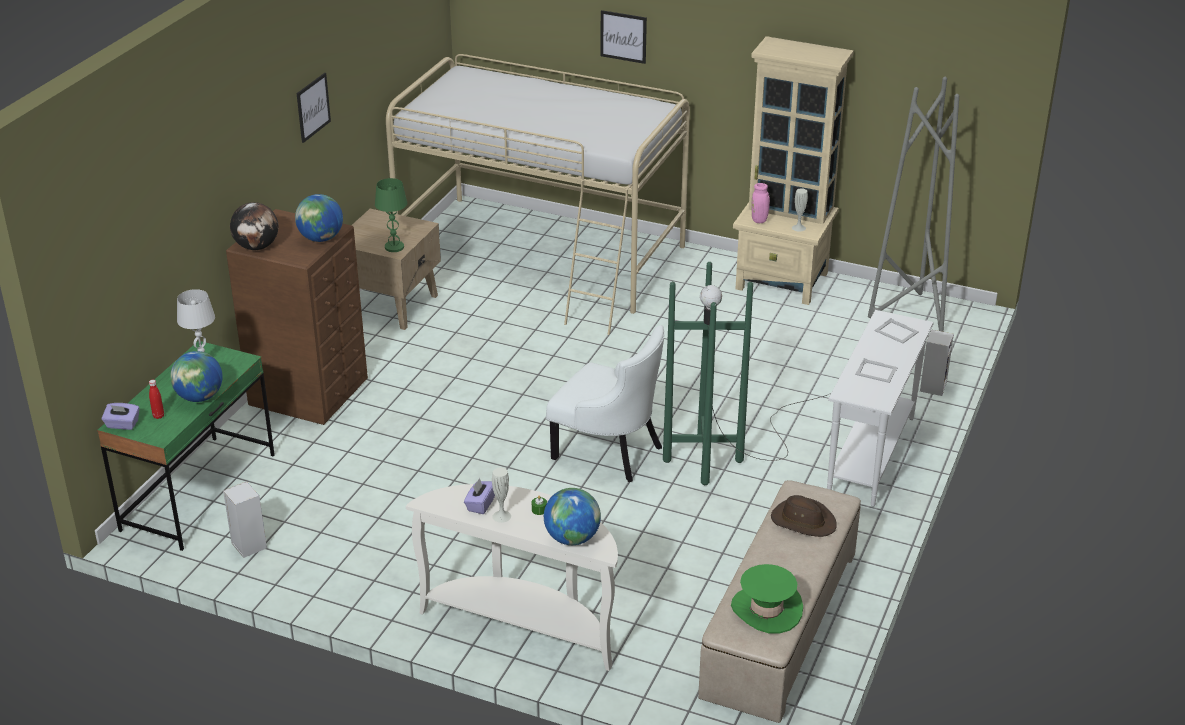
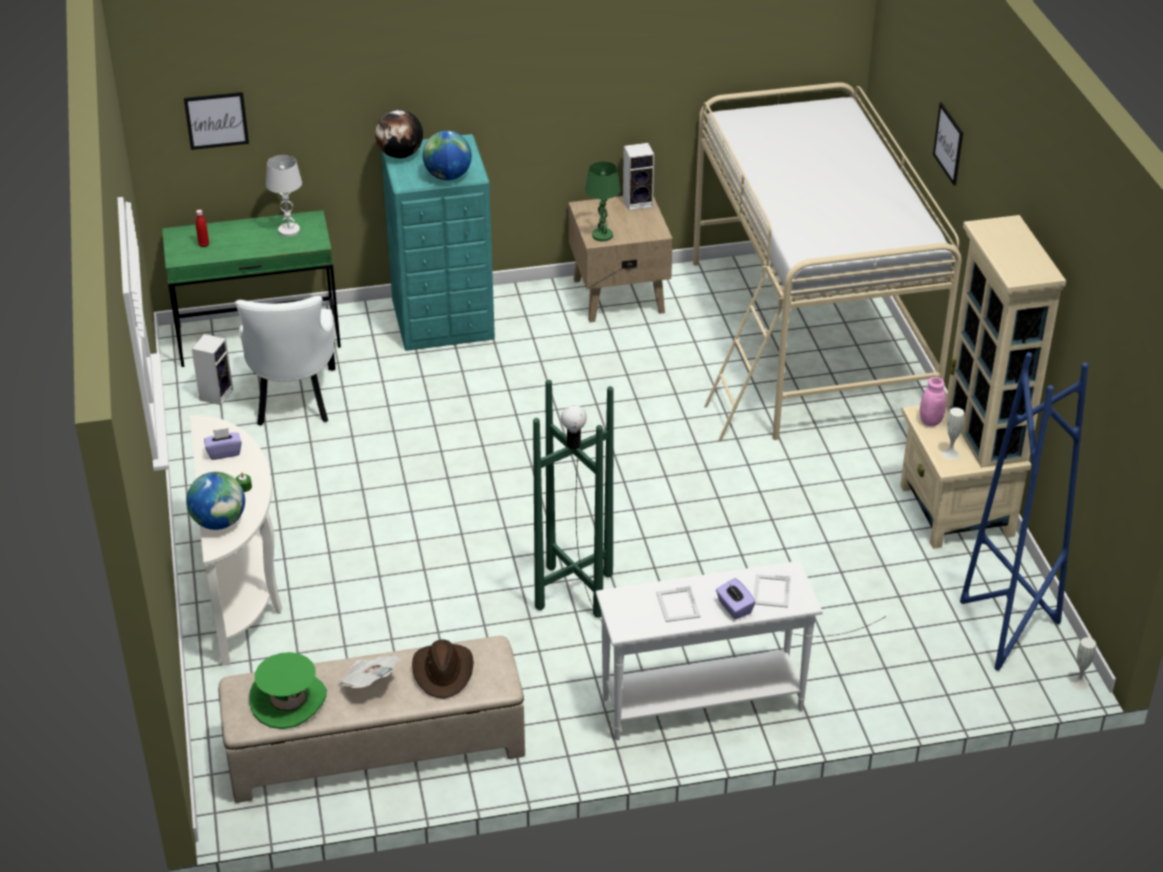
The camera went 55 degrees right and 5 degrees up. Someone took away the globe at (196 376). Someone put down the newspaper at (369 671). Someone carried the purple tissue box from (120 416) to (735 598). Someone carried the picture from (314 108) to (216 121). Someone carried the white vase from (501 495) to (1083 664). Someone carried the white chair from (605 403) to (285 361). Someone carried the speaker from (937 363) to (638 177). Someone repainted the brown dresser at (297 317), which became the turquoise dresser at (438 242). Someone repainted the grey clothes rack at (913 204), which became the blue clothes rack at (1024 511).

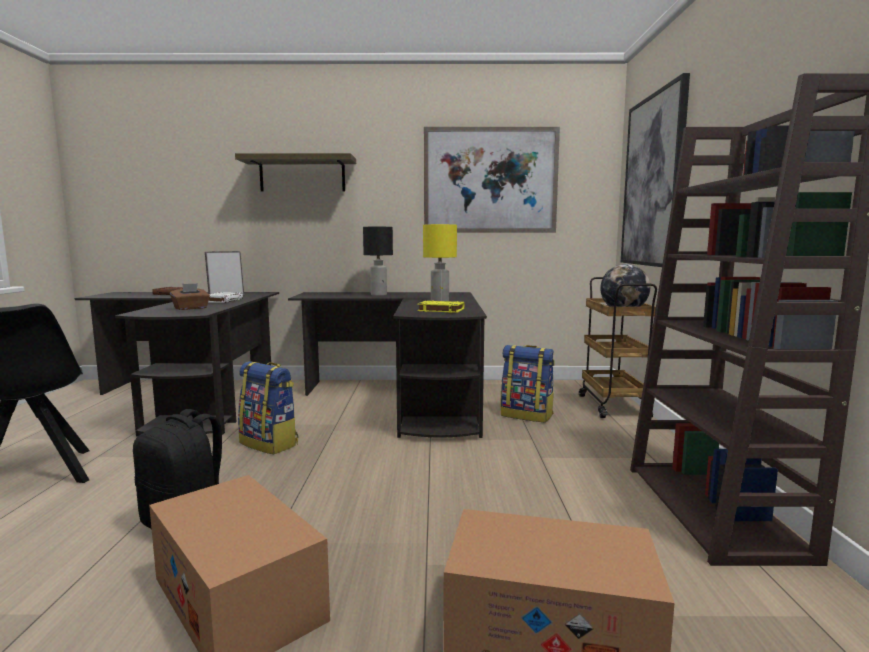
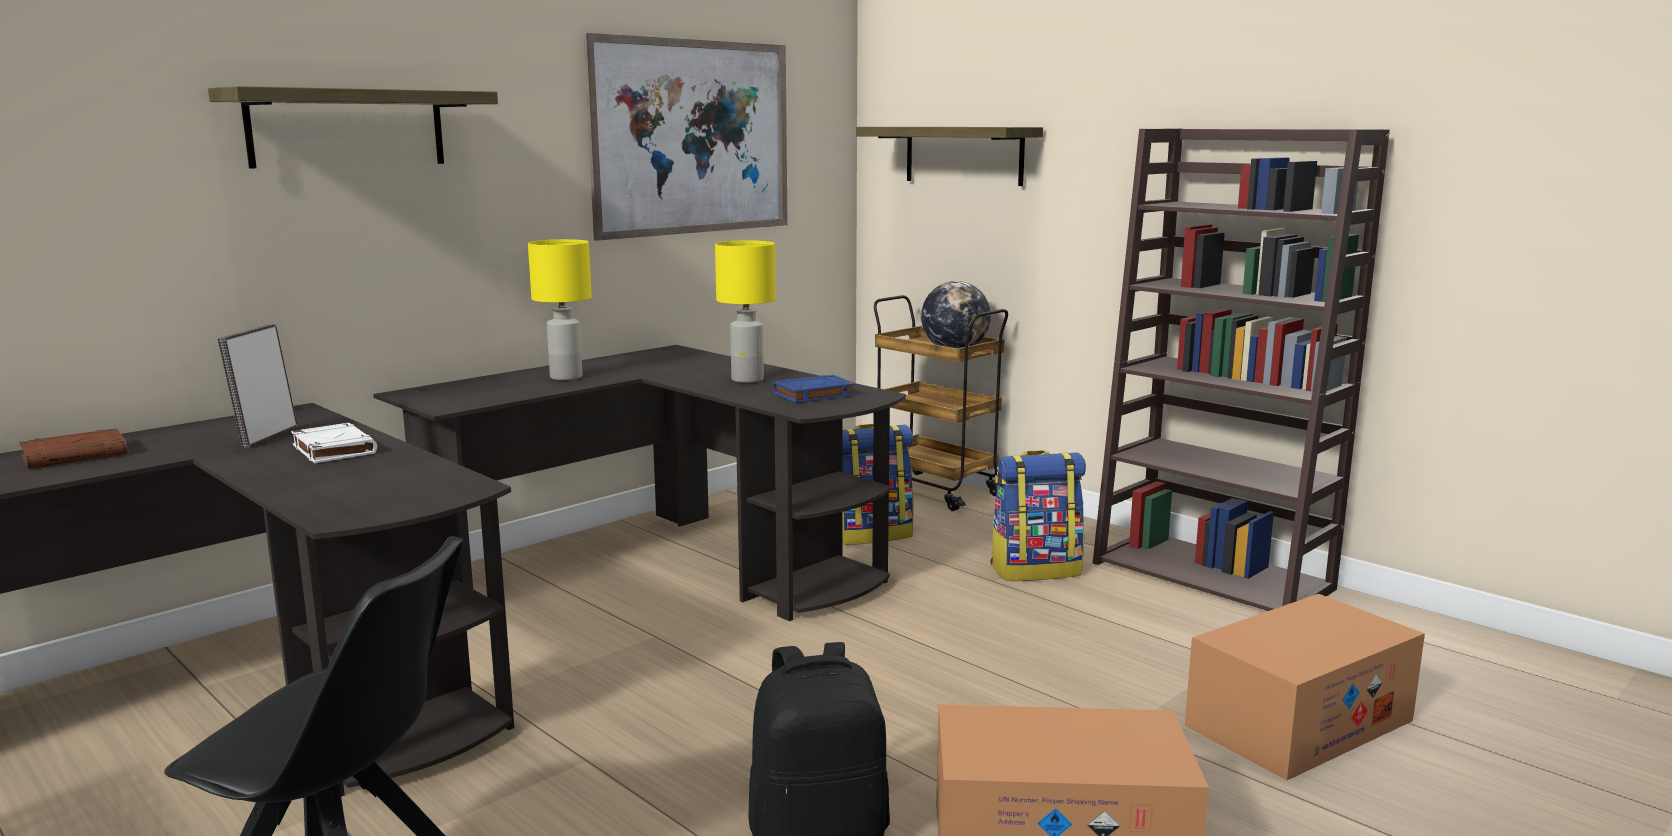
The camera went 45 degrees left and 5 degrees up. Someone took away the brown tissue box at (190 296). Someone carried the backpack from (268 407) to (1038 515). Someone swapped the picture at (655 170) for the shelf at (949 156). Someone repainted the black table lamp at (378 261), which became the yellow table lamp at (560 309). Someone repainted the yellow book at (440 306), which became the blue book at (814 389).

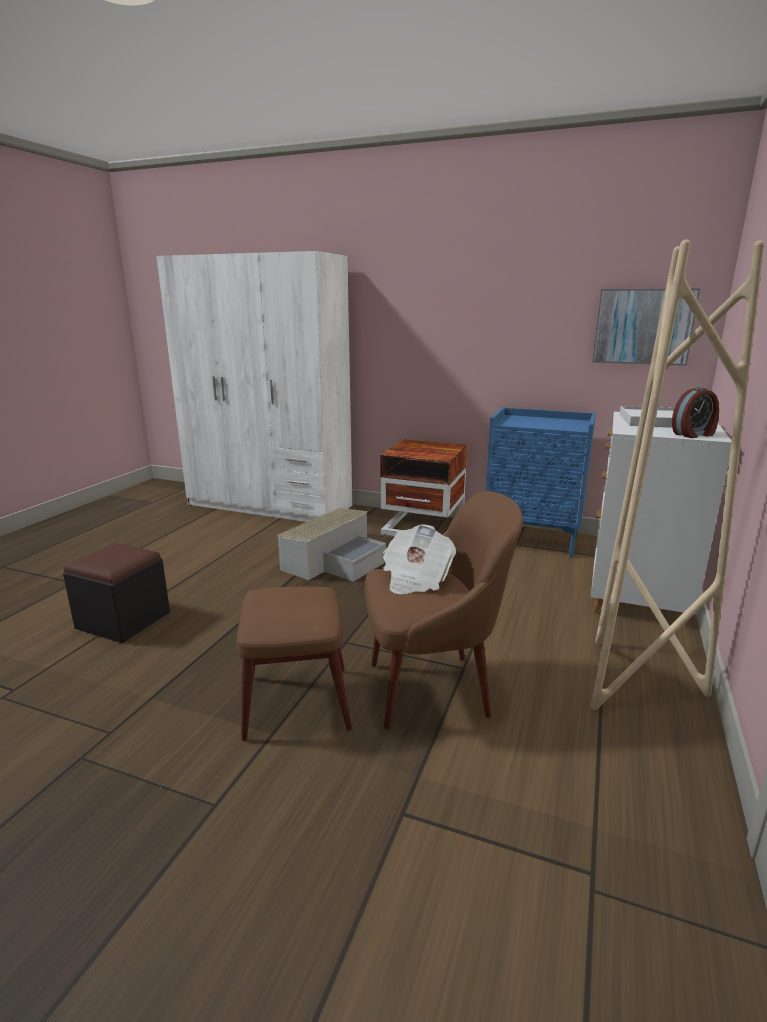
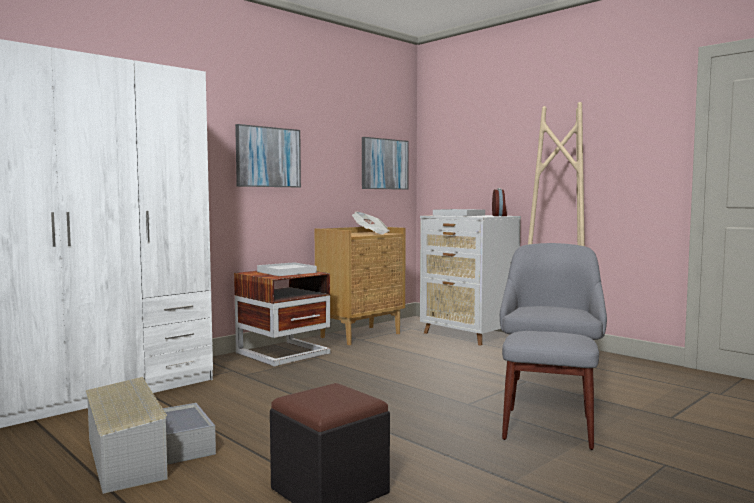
The camera went 65 degrees left and 15 degrees down. Someone put up the picture at (268 155). Someone put down the white tray at (287 269). Someone carried the grey storage box from (331 545) to (151 435). Someone carried the newspaper from (419 559) to (371 223). Someone repainted the brown armchair at (380 616), which became the grey armchair at (553 346). Someone repainted the blue cabinet at (541 482), which became the brown cabinet at (360 286).

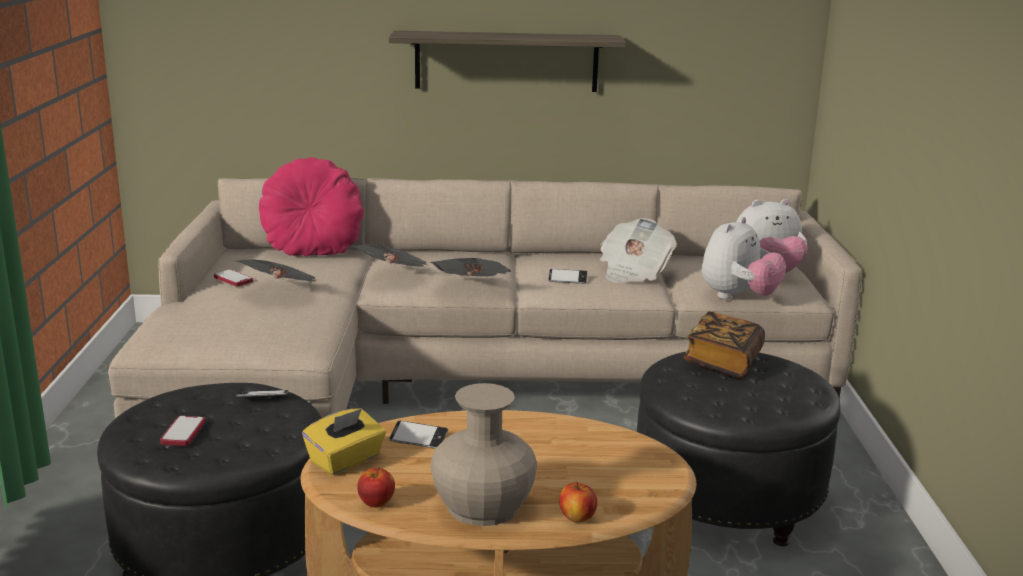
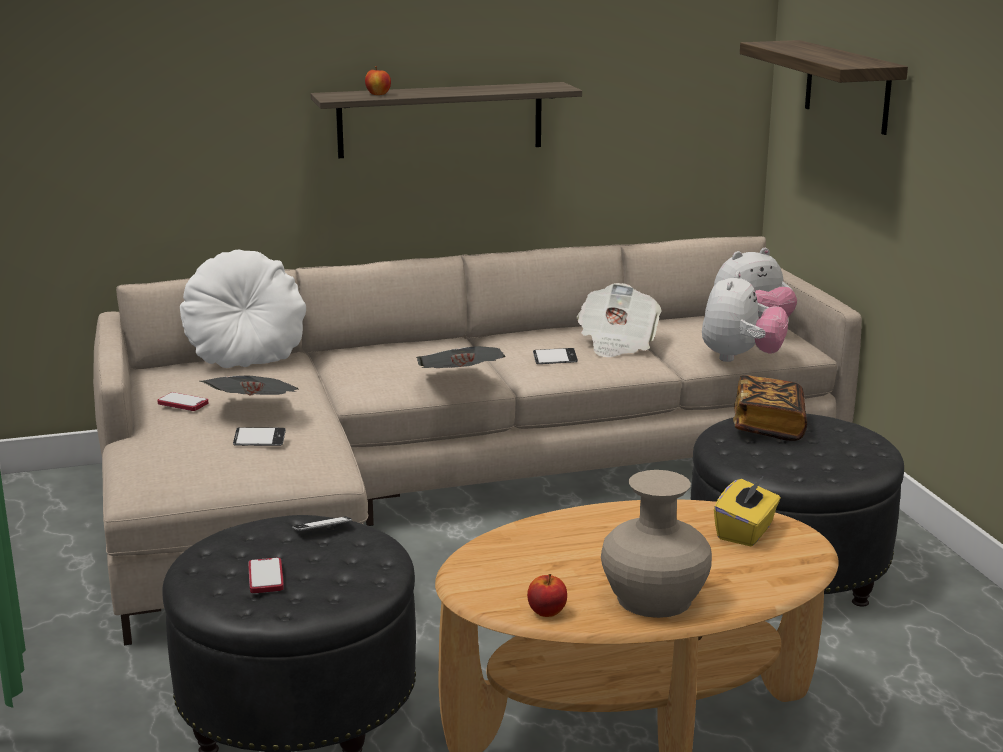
The camera went 15 degrees left and 0 degrees up. Someone took away the newspaper at (388 256). Someone put up the shelf at (824 87). Someone carried the yellow tissue box from (344 441) to (747 511). Someone carried the phone from (418 434) to (259 436). Someone carried the apple from (578 501) to (378 80). Someone repainted the pink pillow at (311 206), which became the white pillow at (243 309).

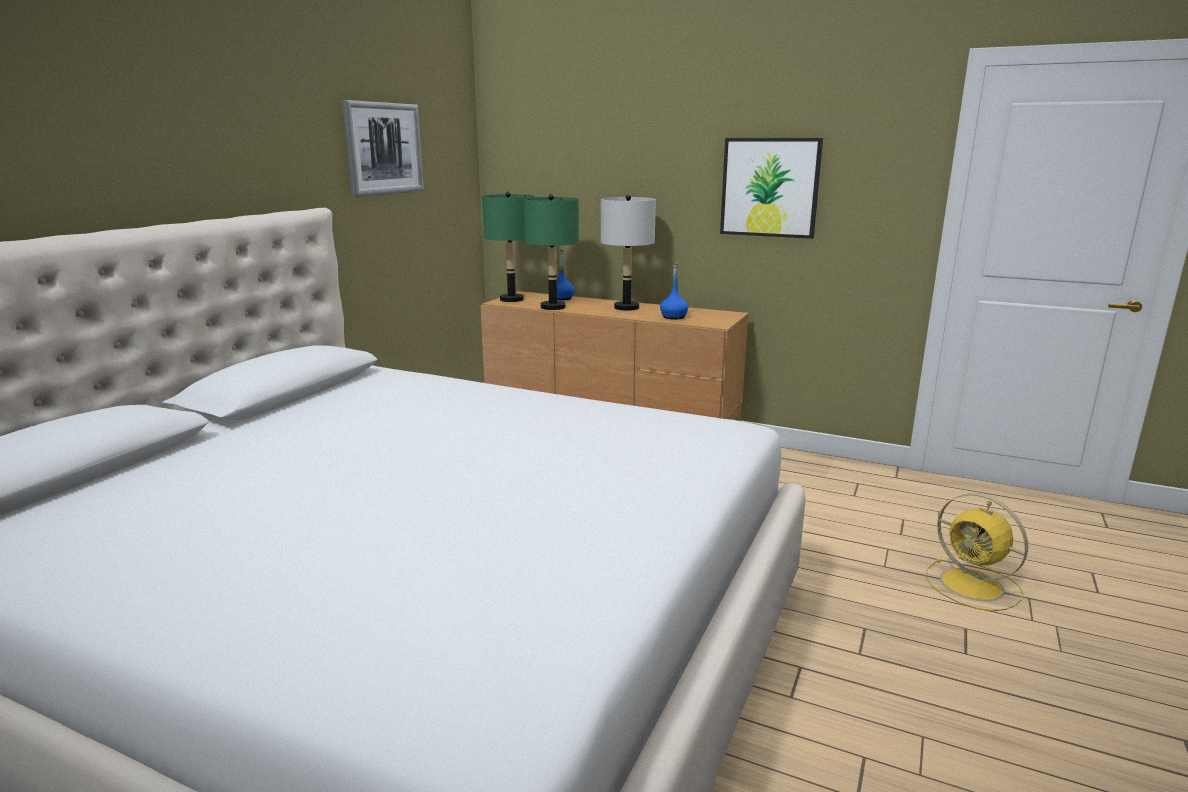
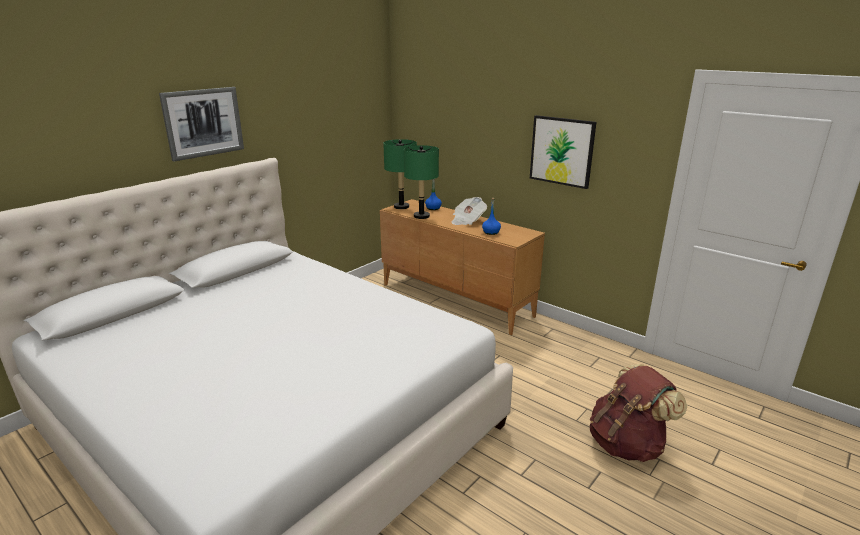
The camera went 15 degrees right and 5 degrees up. Someone carried the picture from (383 148) to (201 124). Someone swapped the grey table lamp at (628 252) for the newspaper at (469 211). Someone swapped the yellow fan at (976 552) for the brown backpack at (638 413).

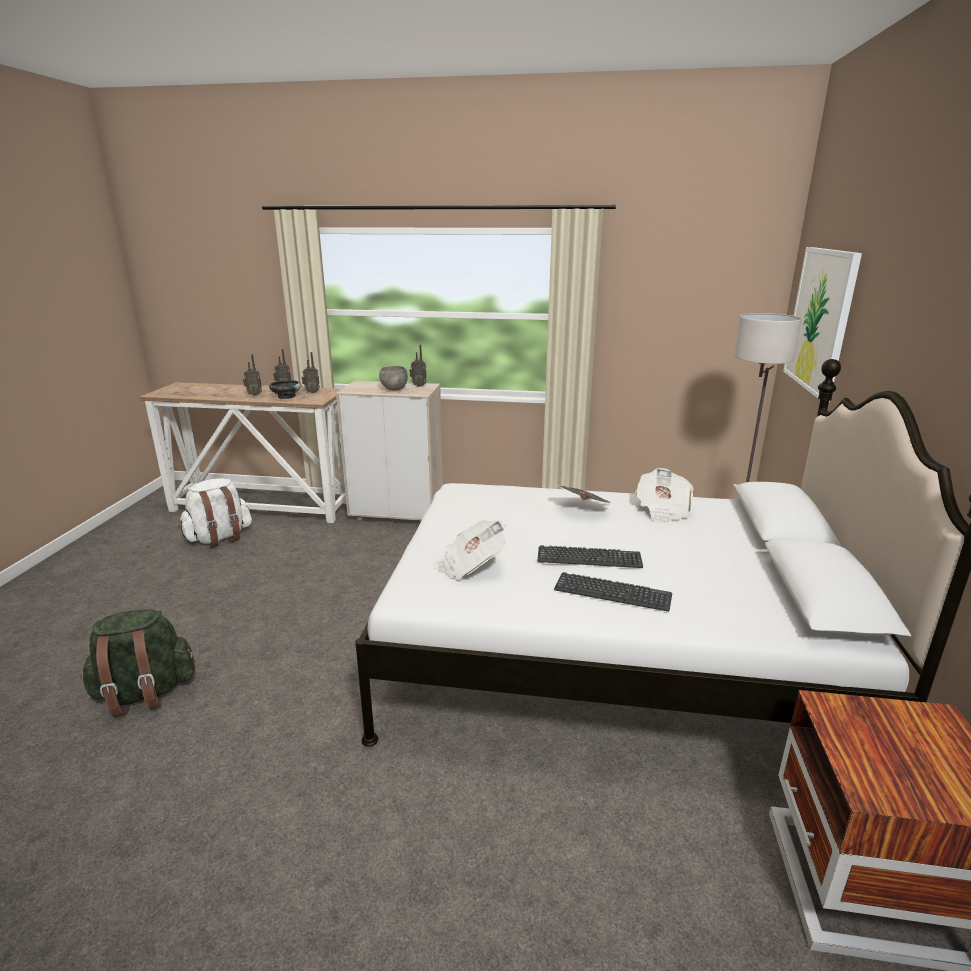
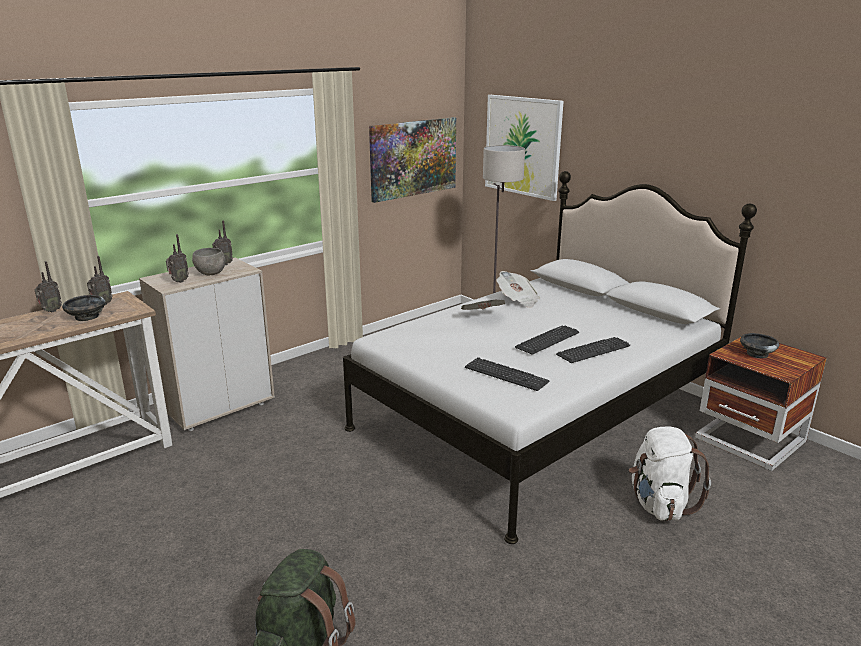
The camera went 50 degrees left and 0 degrees up. Someone put up the picture at (412 160). Someone put down the black bowl at (759 345). Someone carried the white backpack from (215 513) to (670 473). Someone carried the radio from (252 375) to (177 258). Someone swapped the newspaper at (469 549) for the keyboard at (507 374).

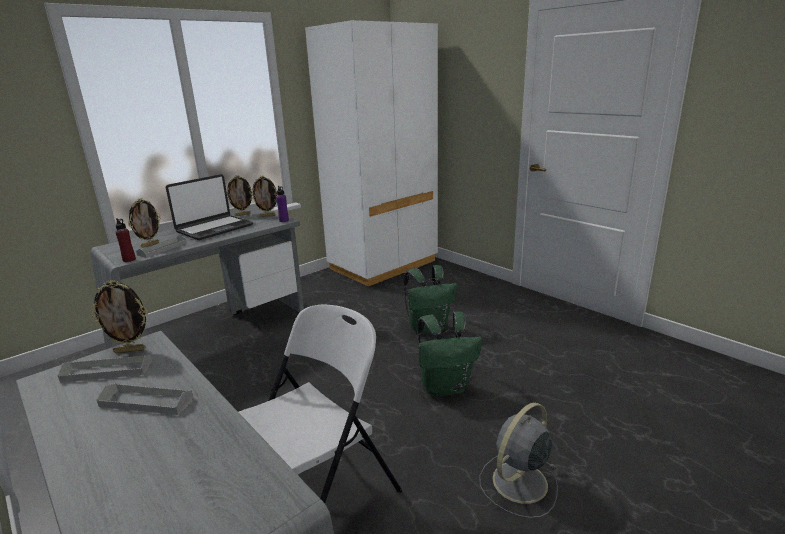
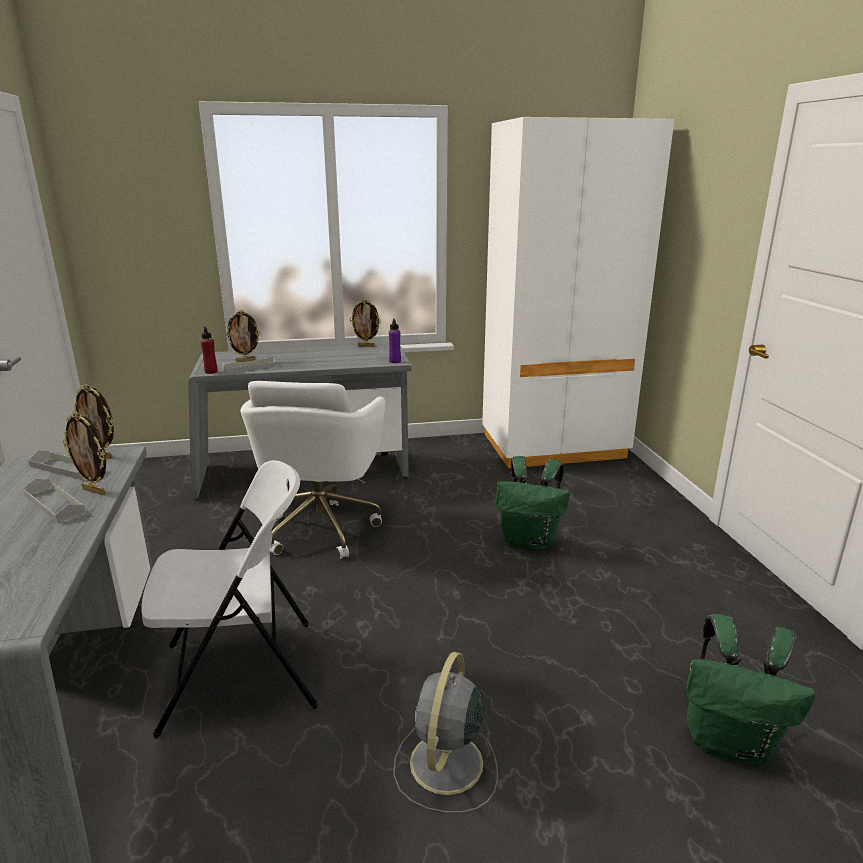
The camera went 30 degrees right and 0 degrees up. Someone took away the laptop at (209 207). Someone put down the white office chair at (312 470). Someone carried the picture frame from (264 196) to (84 453). Someone carried the green backpack from (449 354) to (750 690). Someone rotated the grey fan at (518 460) by 60 degrees counterclockwise.

